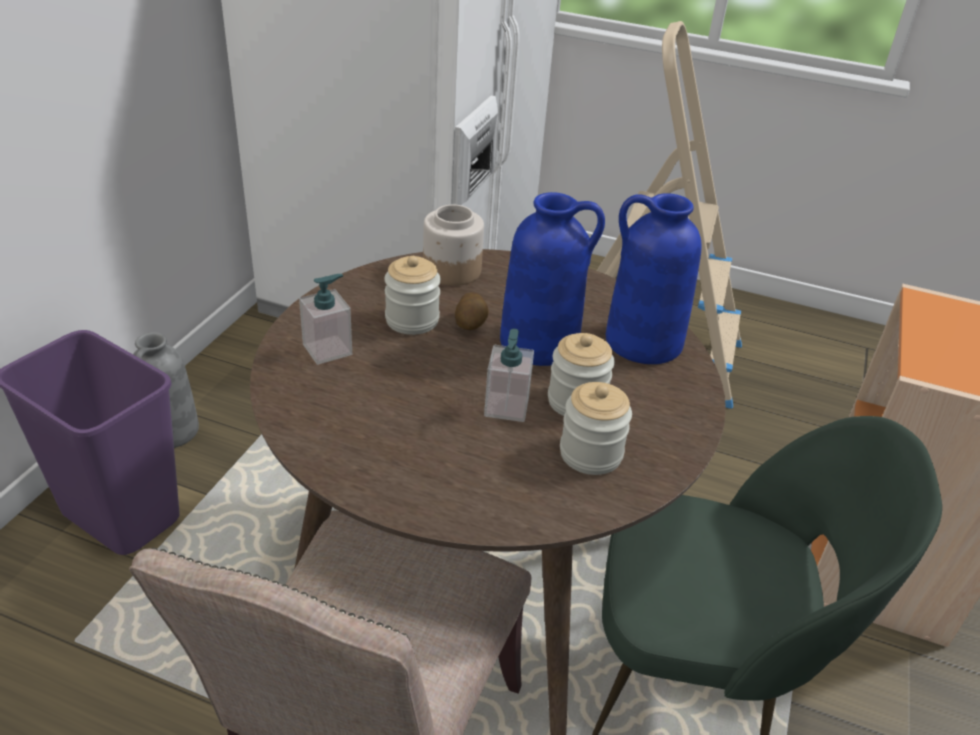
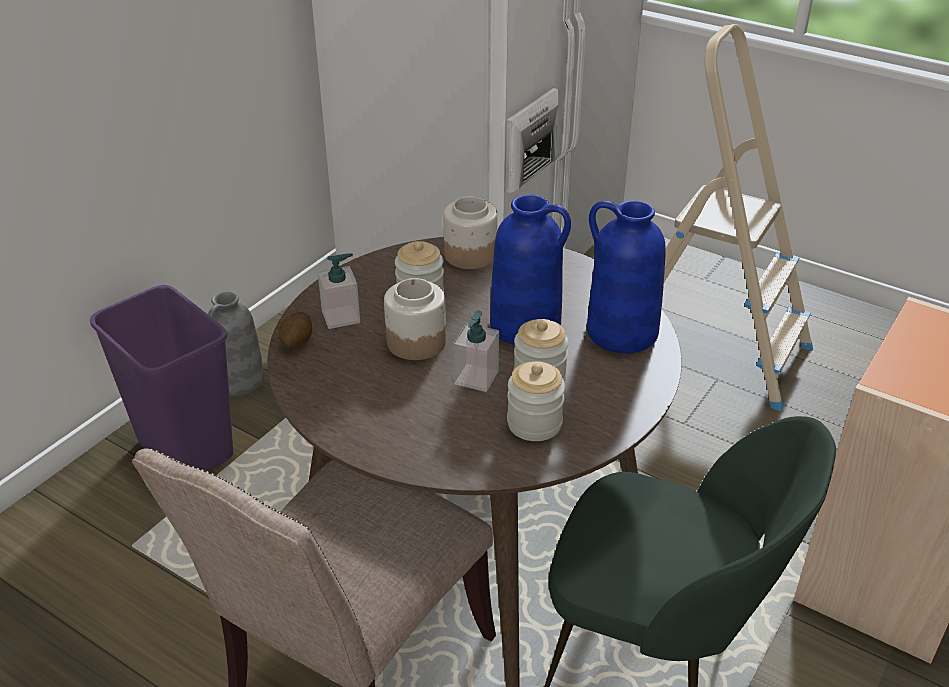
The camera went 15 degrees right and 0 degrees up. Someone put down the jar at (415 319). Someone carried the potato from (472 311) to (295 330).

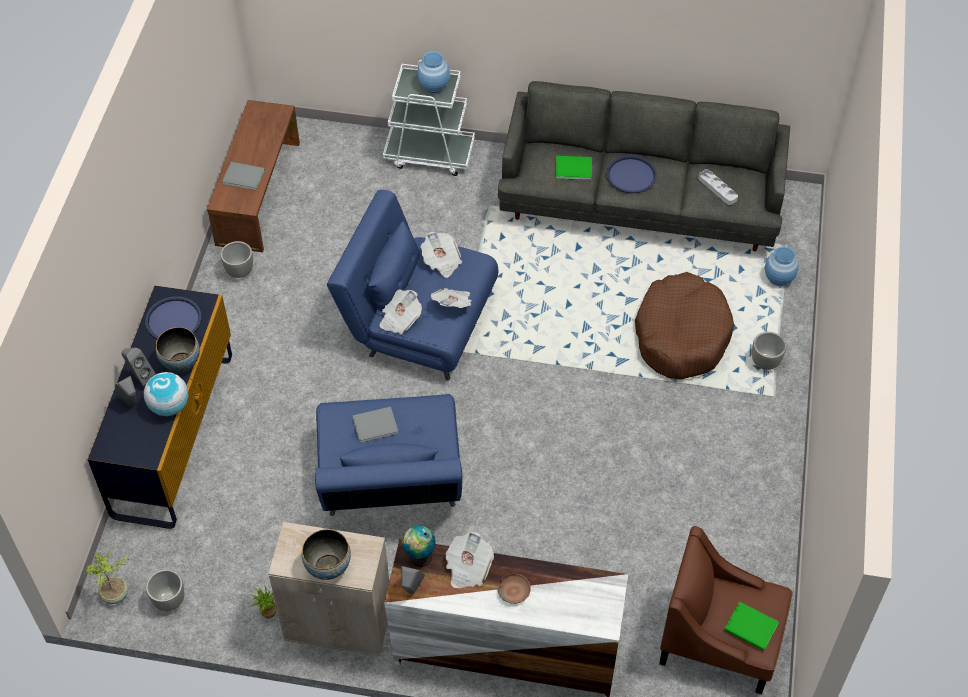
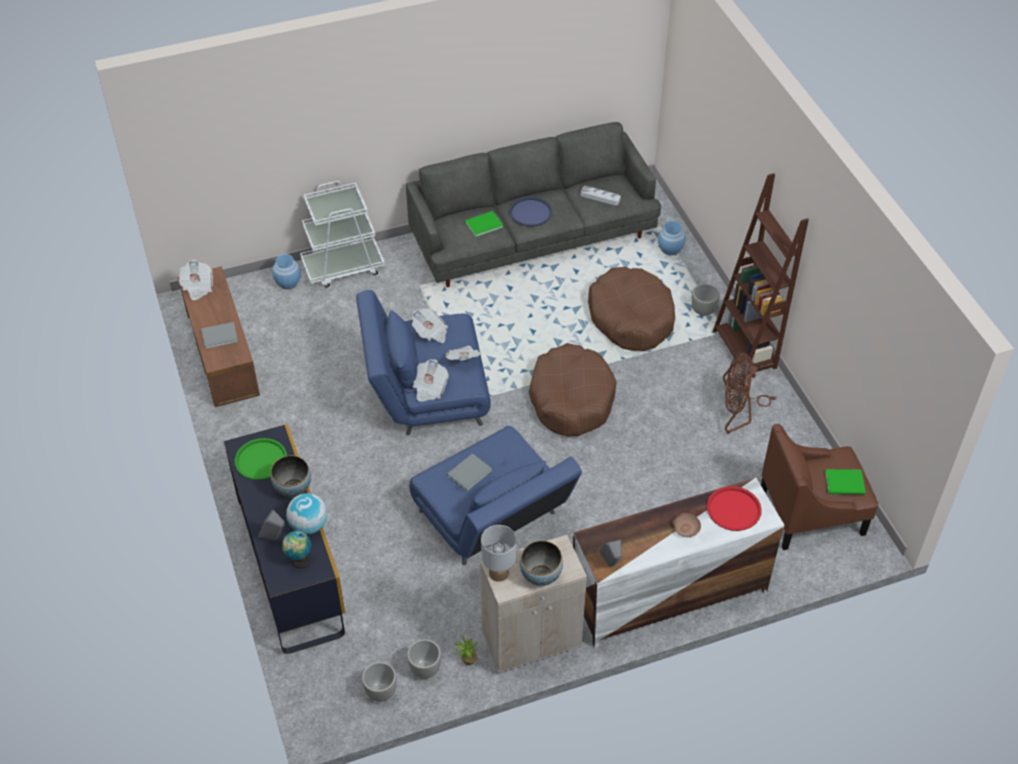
The camera went 30 degrees left and 5 degrees down. Someone took away the potted plant at (107 578). Someone took away the grey speaker at (138 367). Someone put down the grey table lamp at (498 553). Someone put down the brown dog bed at (573 389). Someone put down the red tray at (734 508). Someone put down the brown bookcase at (761 274). Someone put down the brown fan at (749 393). Someone carried the grey planter from (236 259) to (424 659). Someone carried the globe from (419 546) to (296 549). Someone carried the blue vase from (433 72) to (286 272). Someone carried the newspaper from (469 560) to (196 280). Someone repainted the blue tray at (173 317), which became the green tray at (261 459).

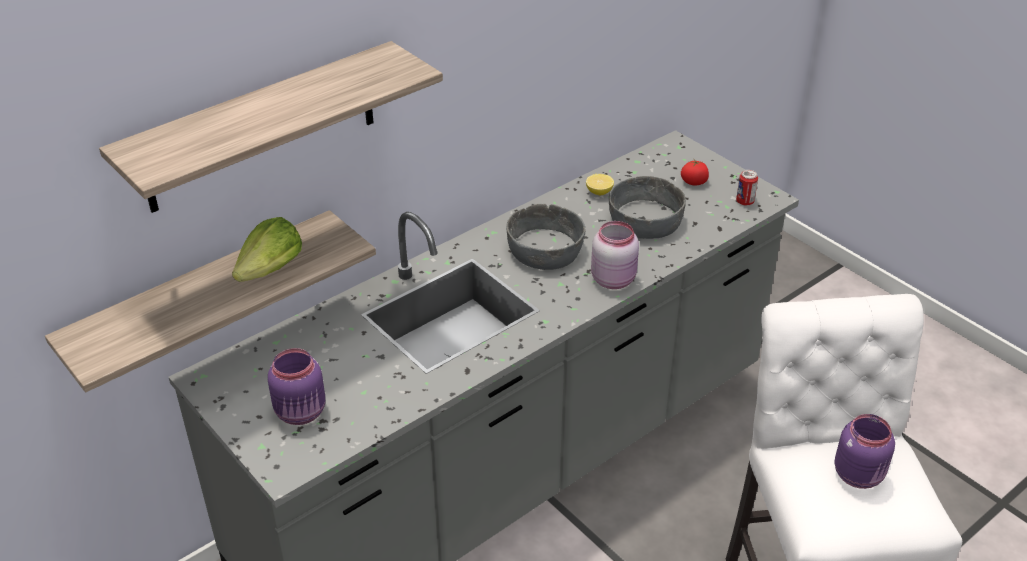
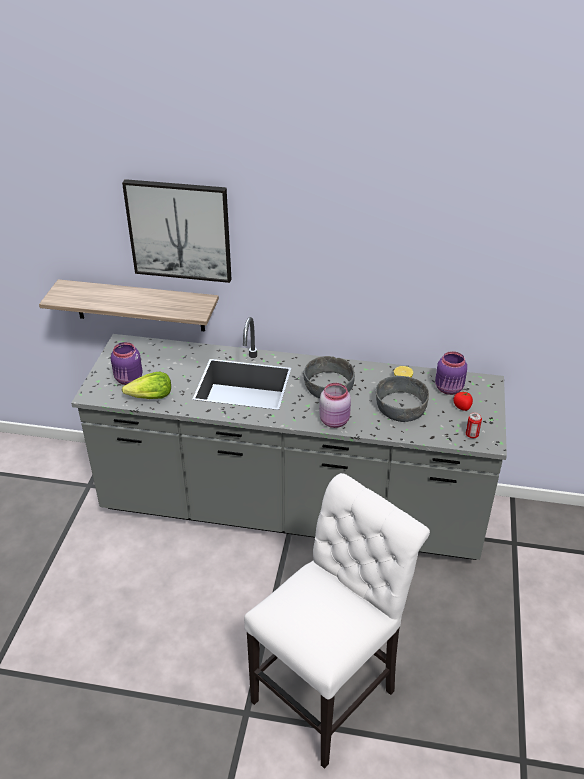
The camera went 50 degrees right and 0 degrees up. Someone carried the lettuce from (267 249) to (146 385). Someone carried the purple jar from (864 451) to (451 373). Someone swapped the shelf at (271 127) for the picture at (176 231).

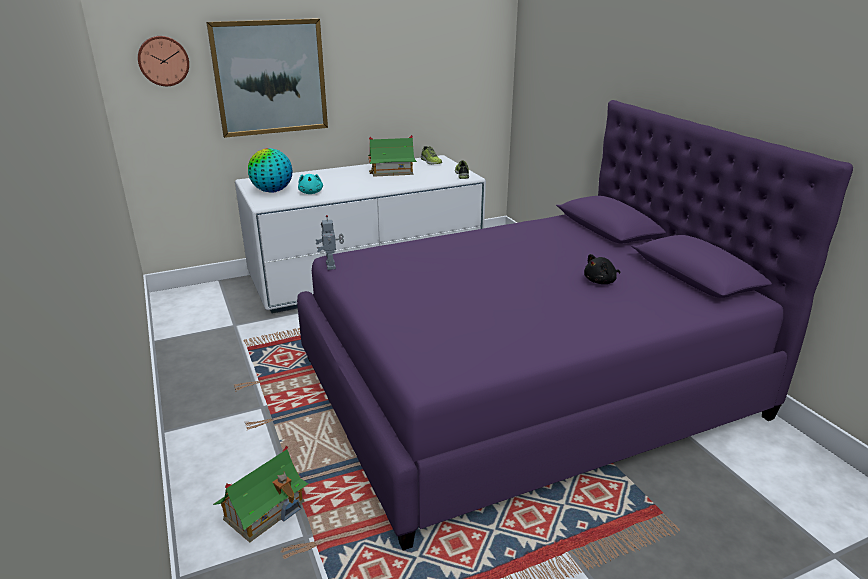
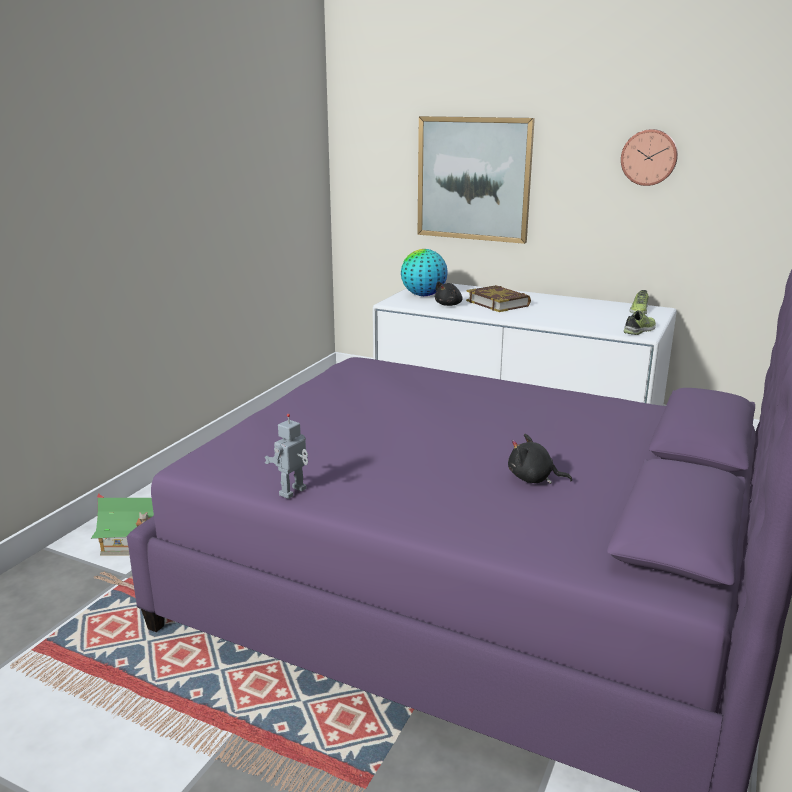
The camera went 50 degrees right and 5 degrees down. Someone took away the toy house at (392 156). Someone put down the book at (498 298). Someone carried the wall clock from (163 61) to (649 157). Someone carried the toy robot from (330 242) to (286 456). Someone repainted the turquoise plush toy at (310 184), which became the black plush toy at (449 293).

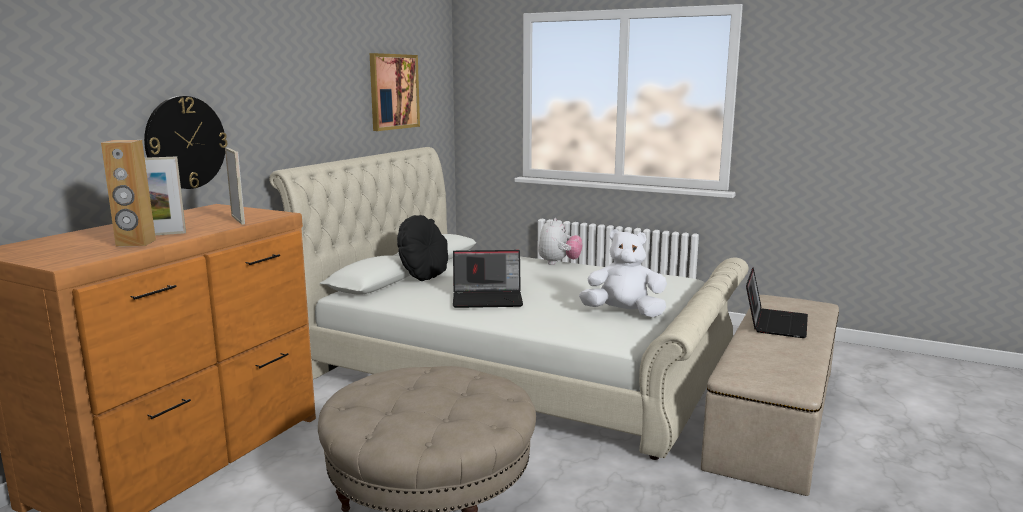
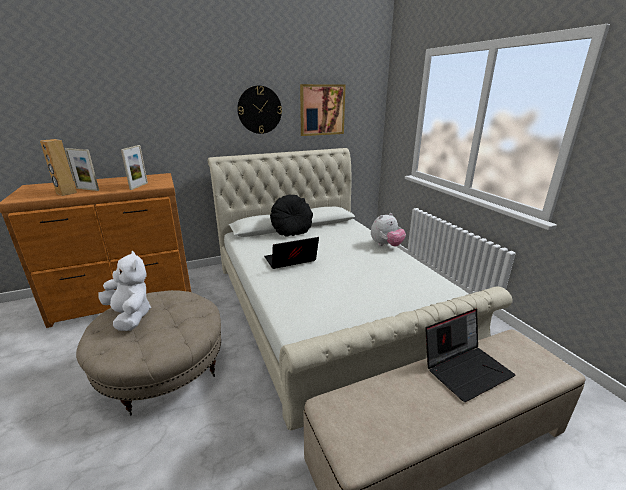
The camera went 40 degrees right and 10 degrees up. Someone carried the wall clock from (185 142) to (259 110). Someone carried the white plush toy from (623 273) to (124 291). Someone rotated the laptop at (488 279) by 120 degrees clockwise.

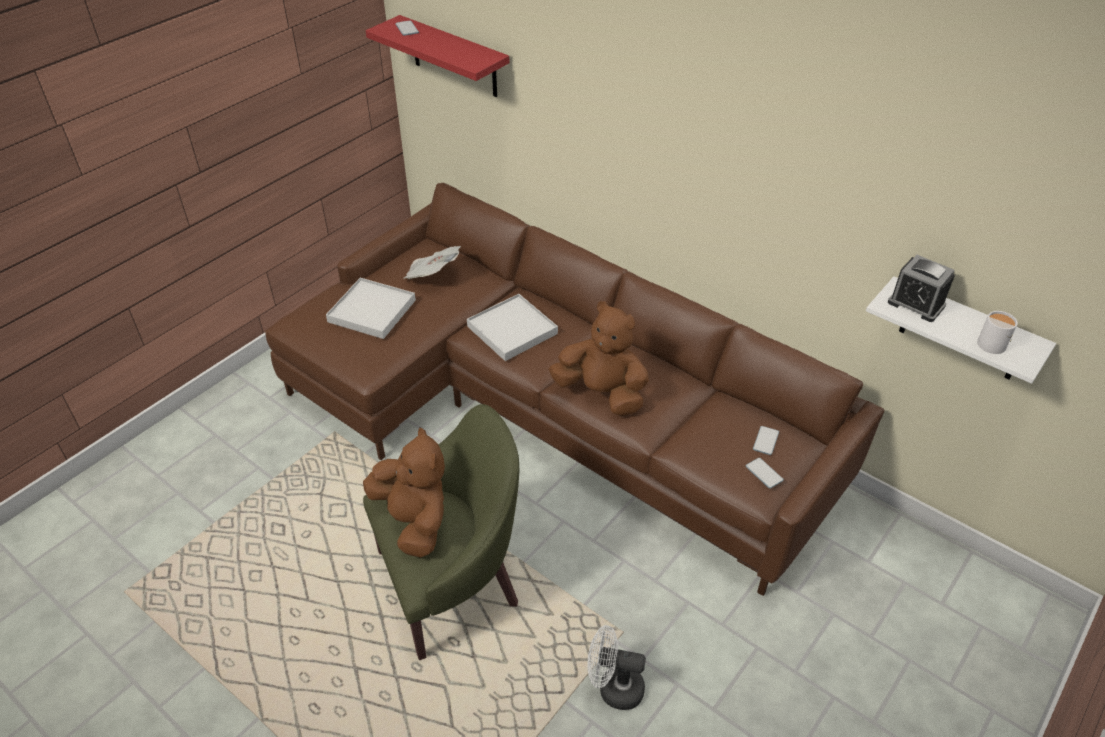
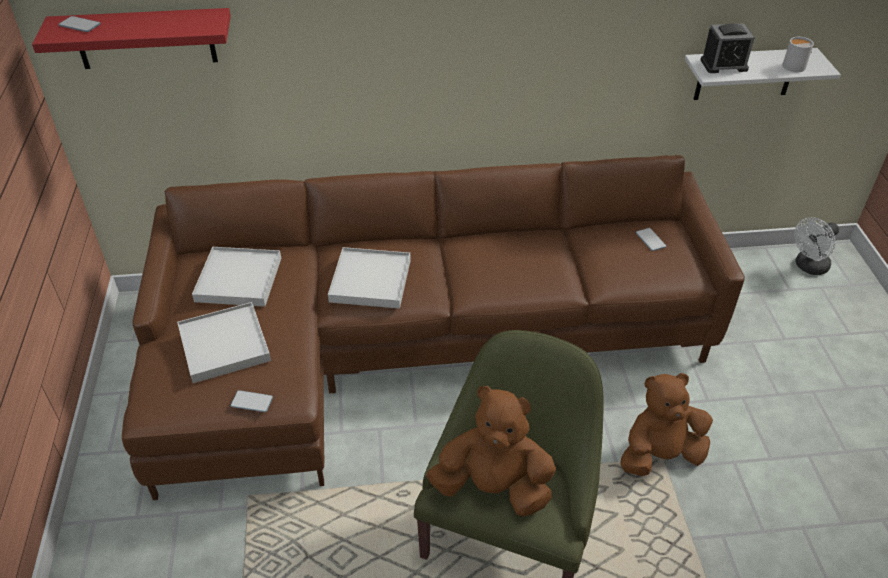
The camera went 45 degrees left and 0 degrees up. Someone carried the brown plush toy from (599 358) to (666 424). Someone carried the white fan from (617 667) to (816 246). Someone carried the phone from (765 473) to (252 401). Someone swapped the newspaper at (432 262) for the white tray at (236 277).

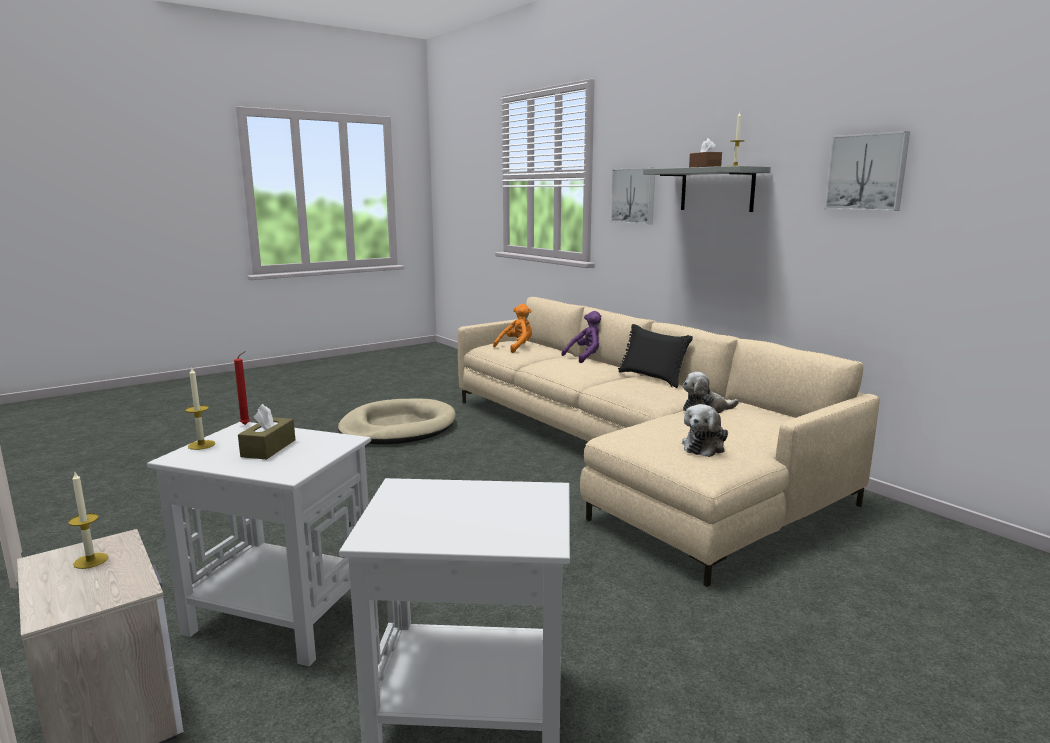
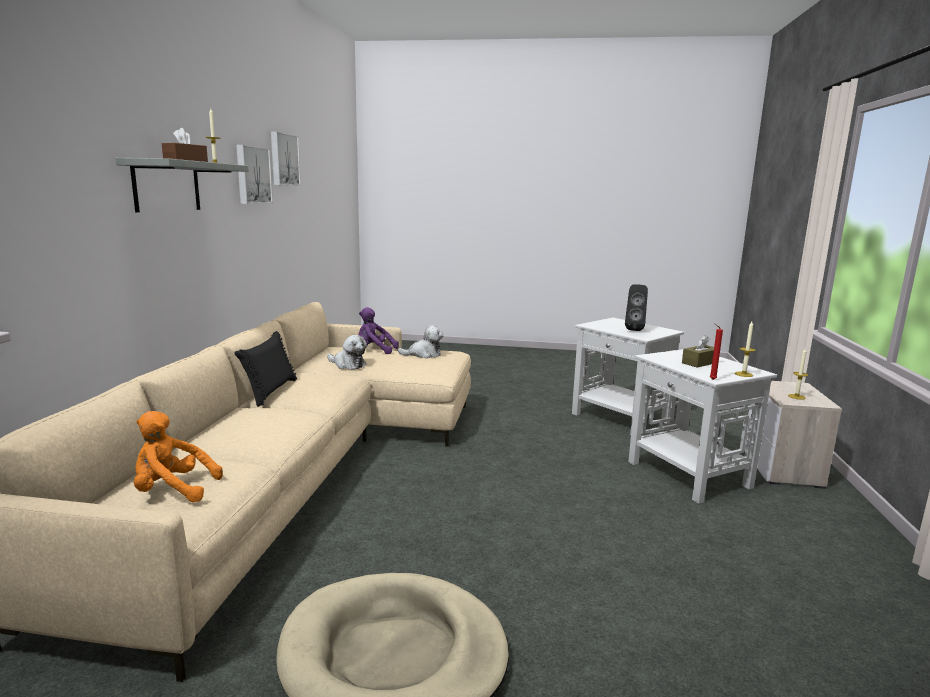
The camera went 135 degrees left and 0 degrees up. Someone put down the black speaker at (636 307). Someone carried the purple plush toy from (581 337) to (378 330). Someone carried the picture from (632 196) to (286 158).

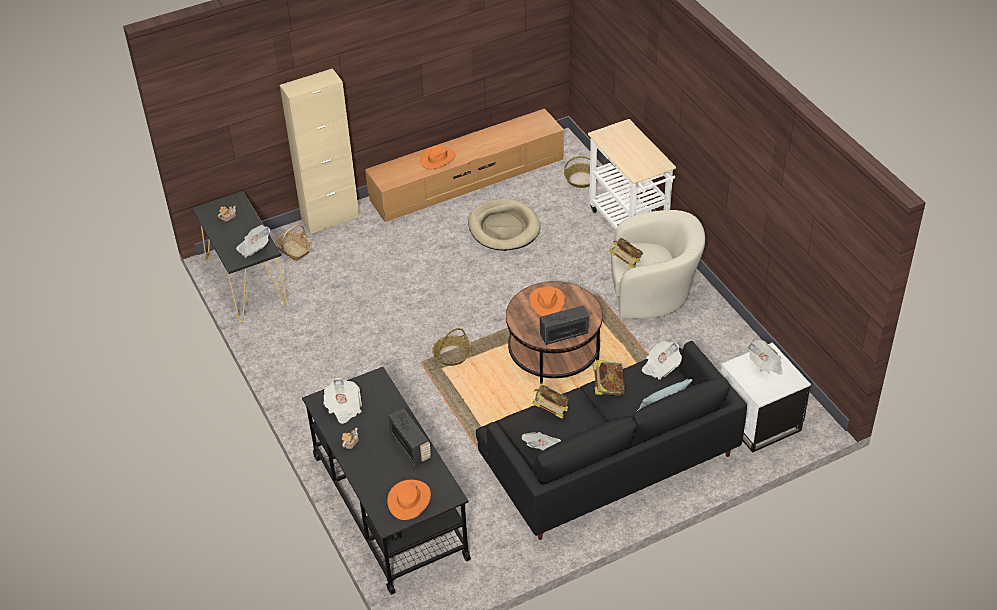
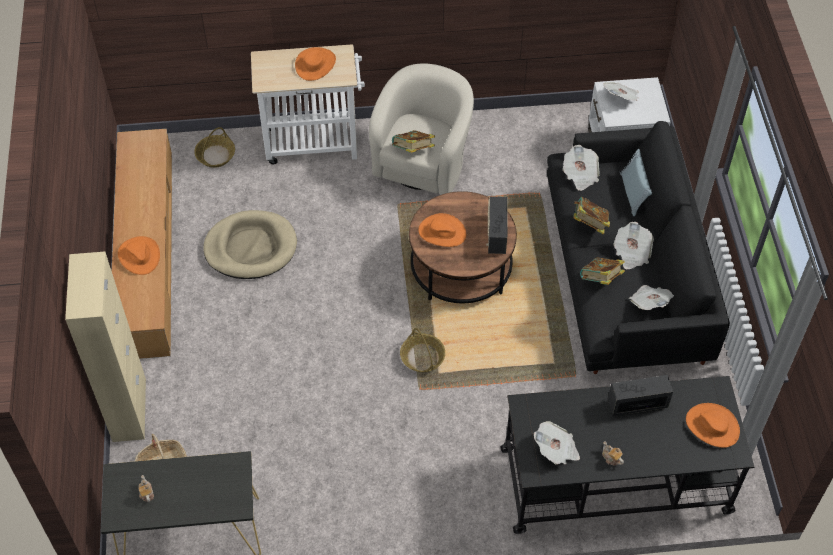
The camera went 70 degrees left and 10 degrees up. Someone put down the orange hat at (315 64). Someone carried the newspaper from (253 241) to (633 245).

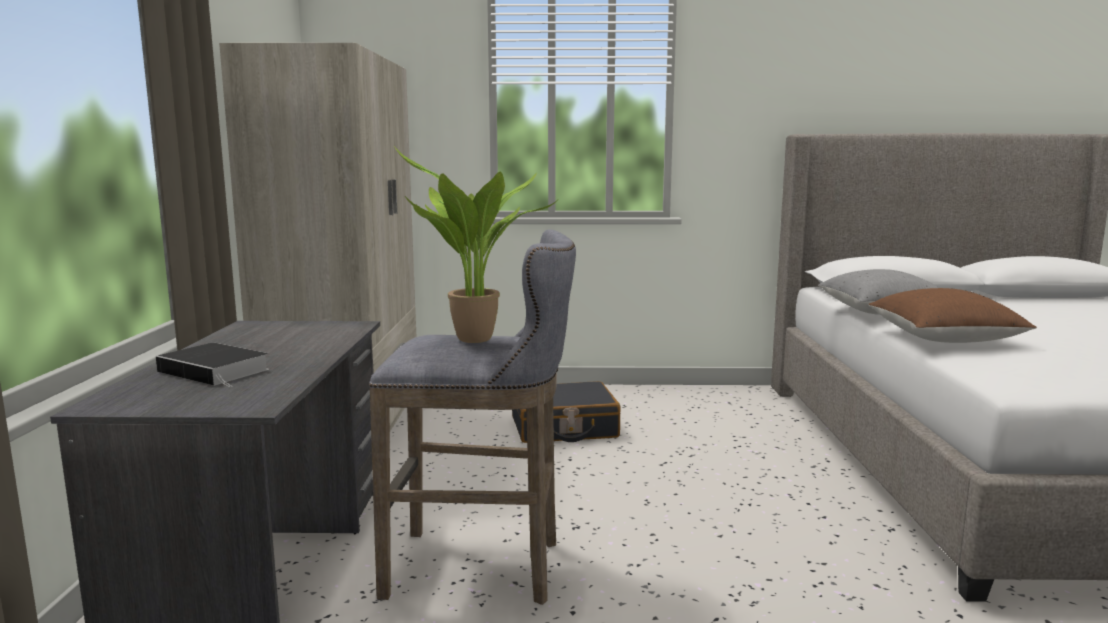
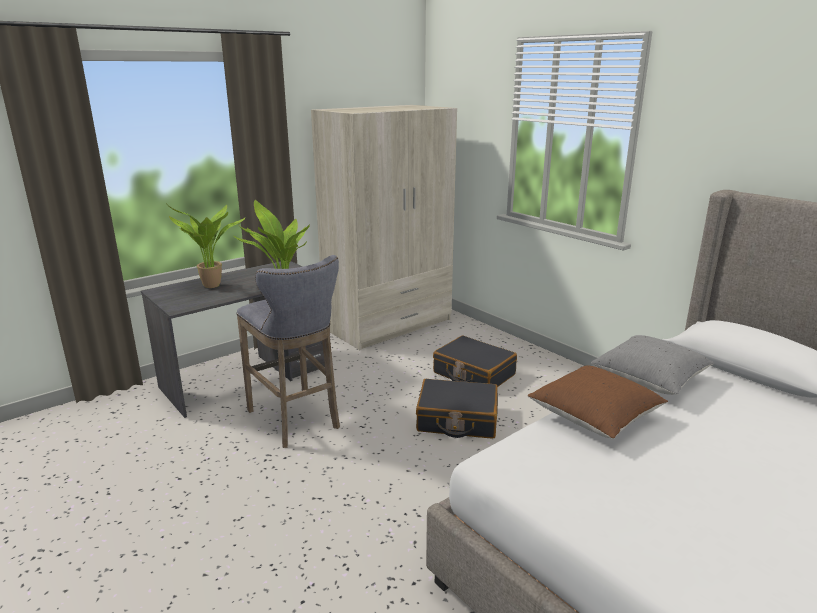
The camera went 50 degrees right and 10 degrees up. Someone put down the black suitcase at (457 408). Someone swapped the book at (212 365) for the potted plant at (206 246).

